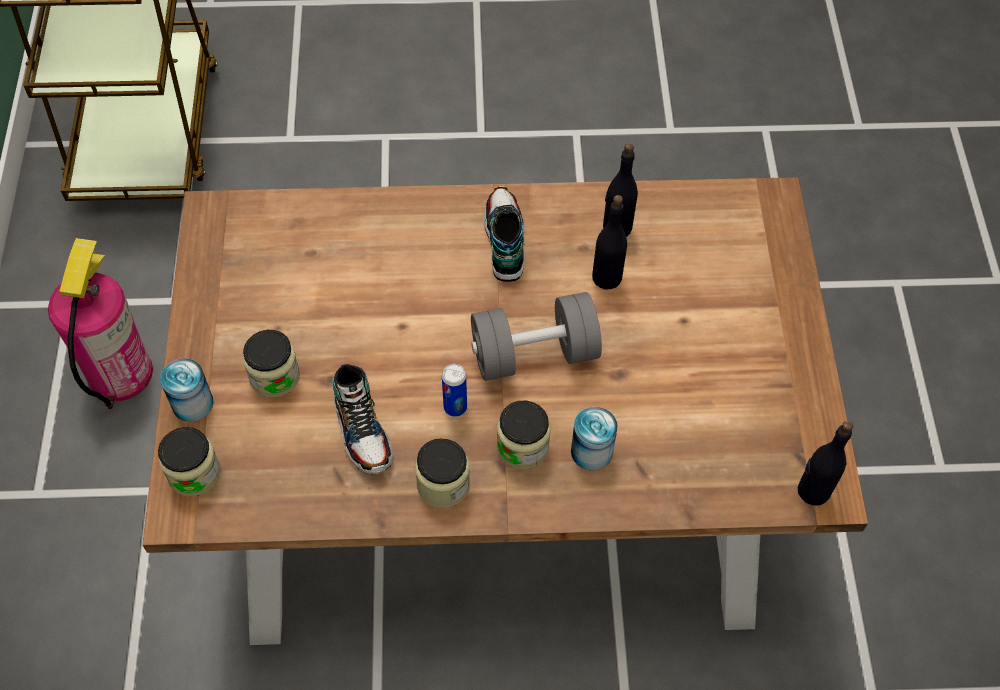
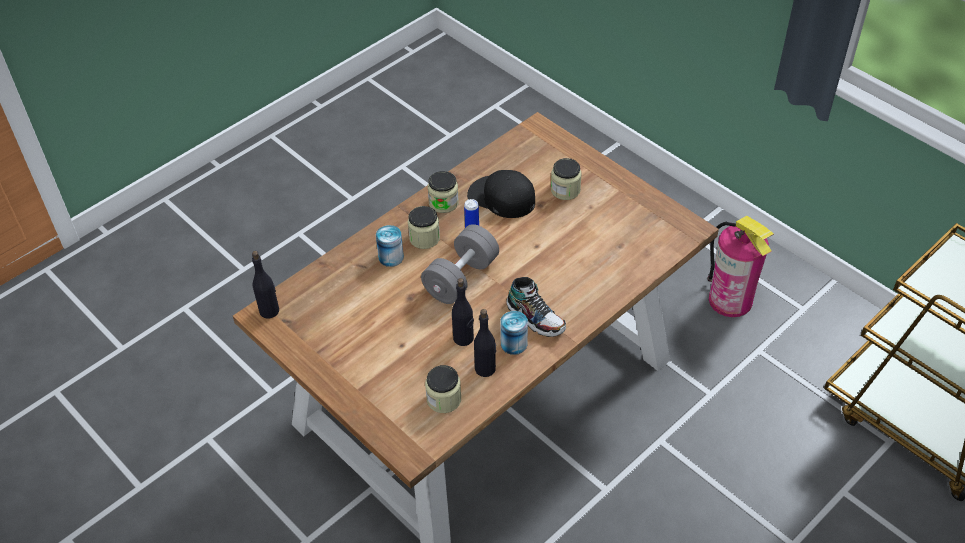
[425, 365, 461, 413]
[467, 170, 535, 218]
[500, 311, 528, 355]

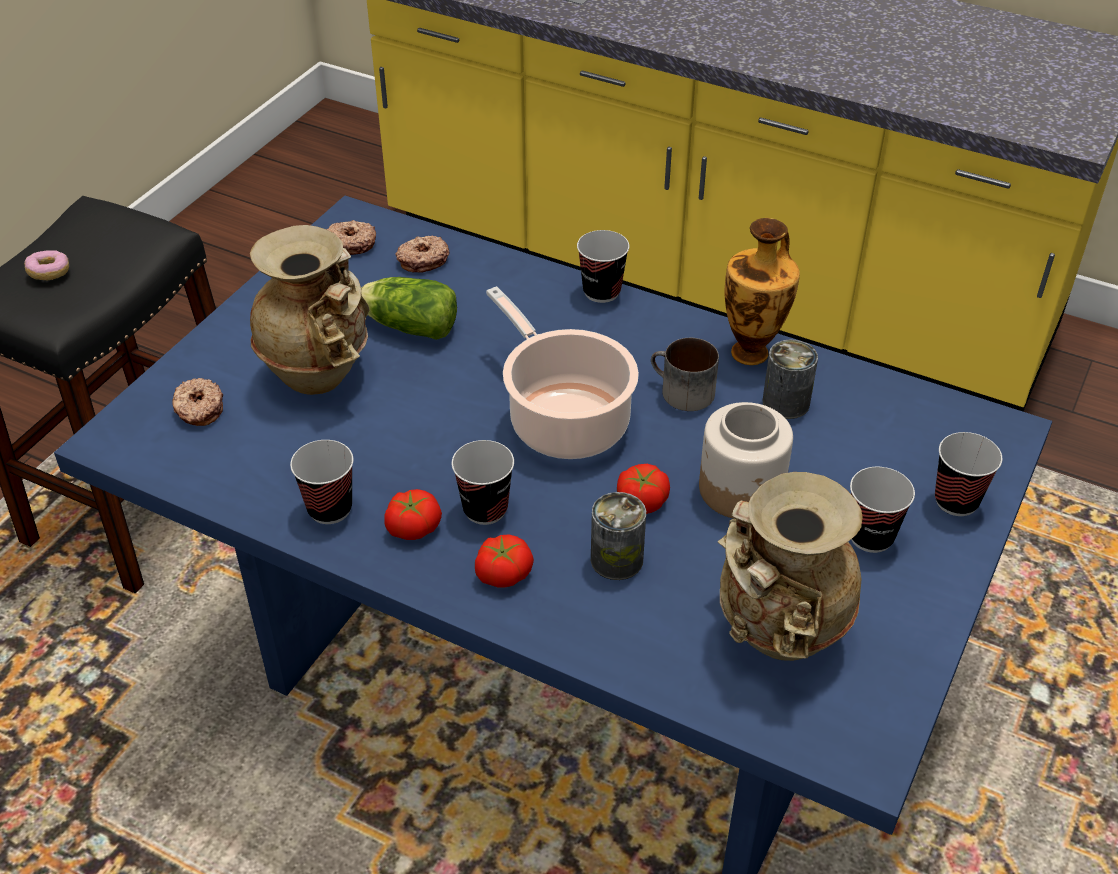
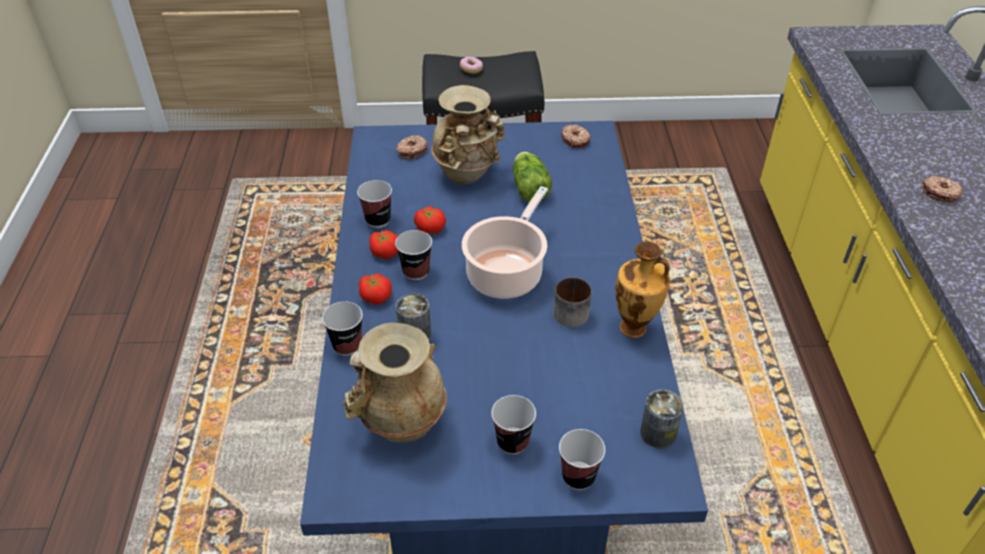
[322, 302, 363, 356]
[414, 206, 446, 234]
[640, 389, 684, 449]
[922, 176, 963, 202]
[699, 402, 793, 519] (first image)

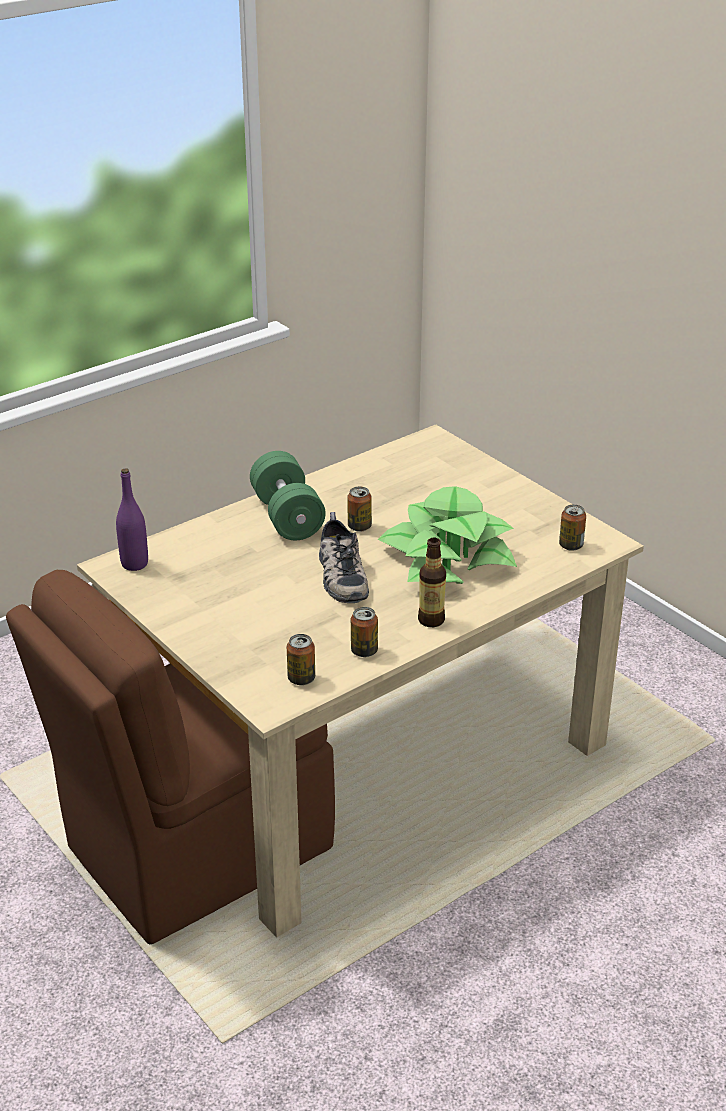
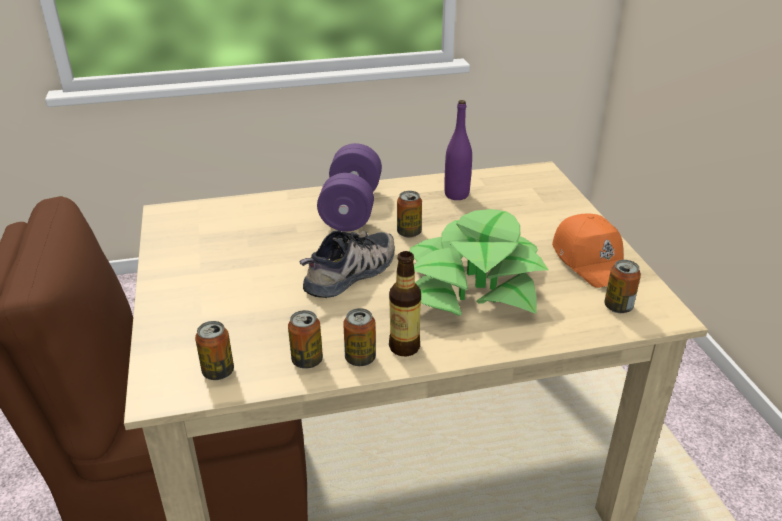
[300, 230, 395, 298]
[317, 143, 382, 231]
[343, 308, 376, 366]
[444, 100, 472, 200]
[552, 214, 624, 288]

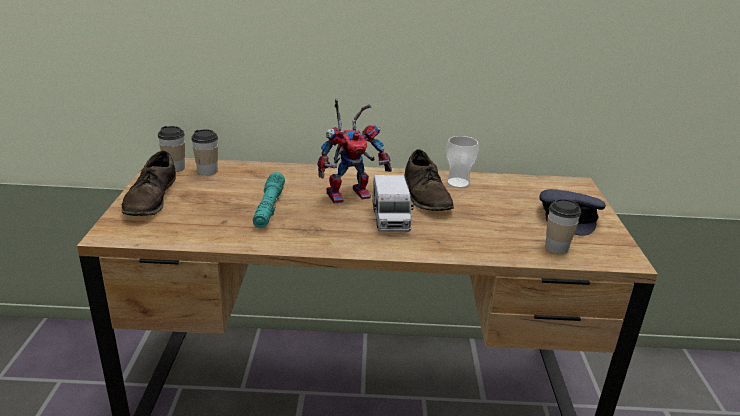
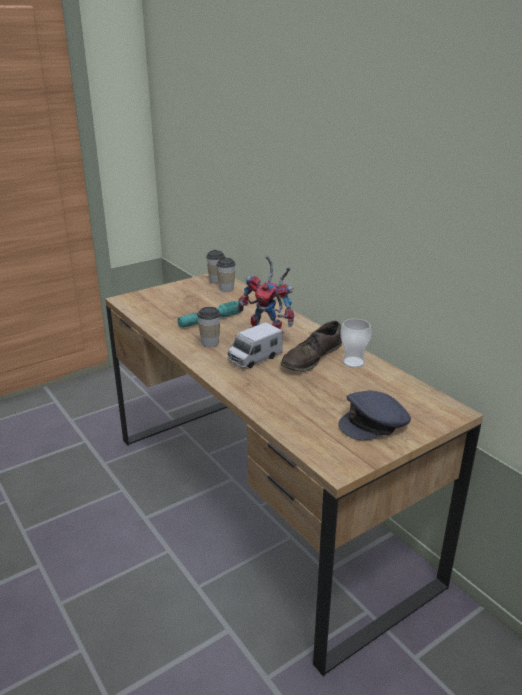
[198, 307, 221, 347]
[121, 151, 176, 216] (first image)

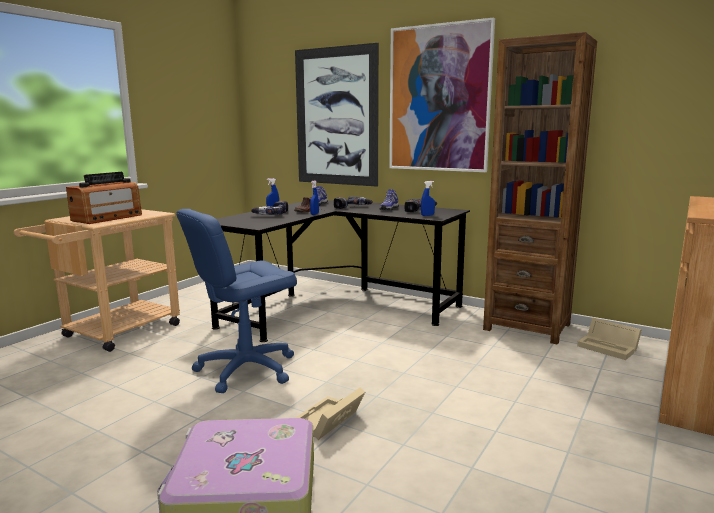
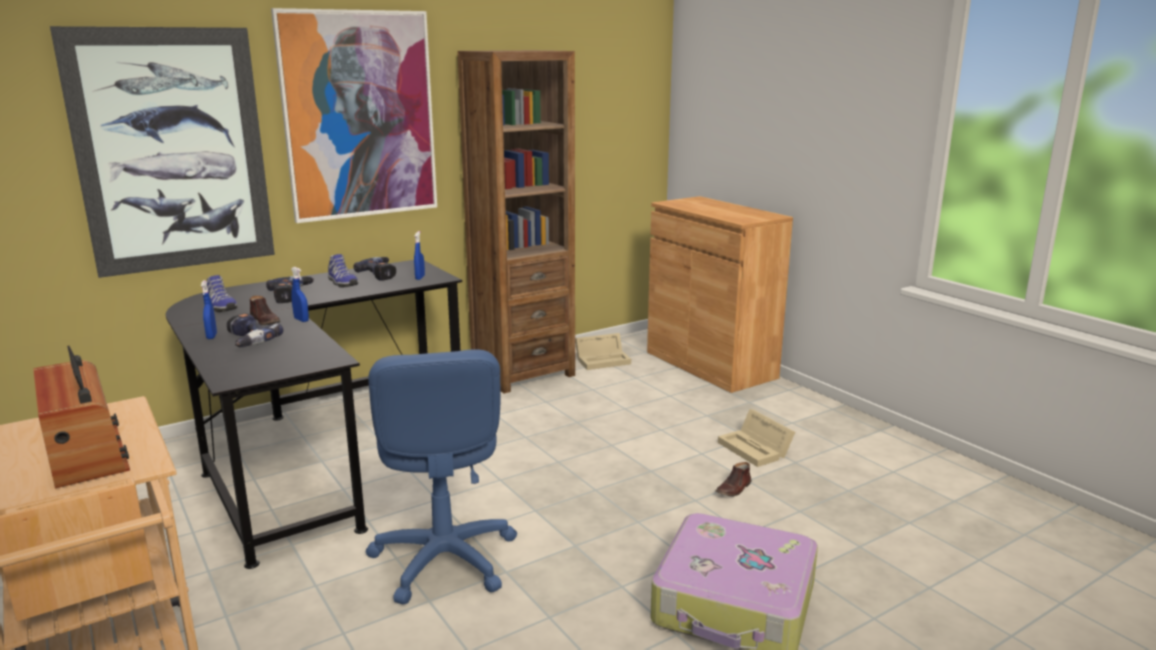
[716, 462, 752, 496]
[718, 409, 795, 467]

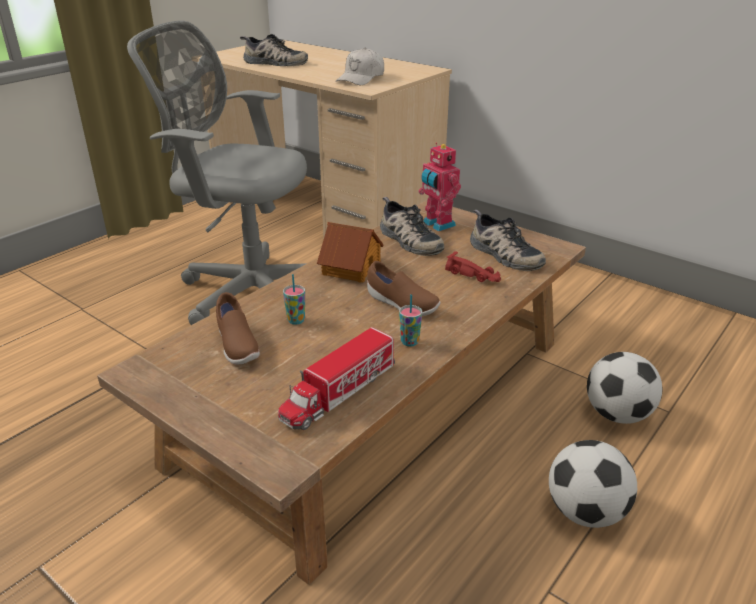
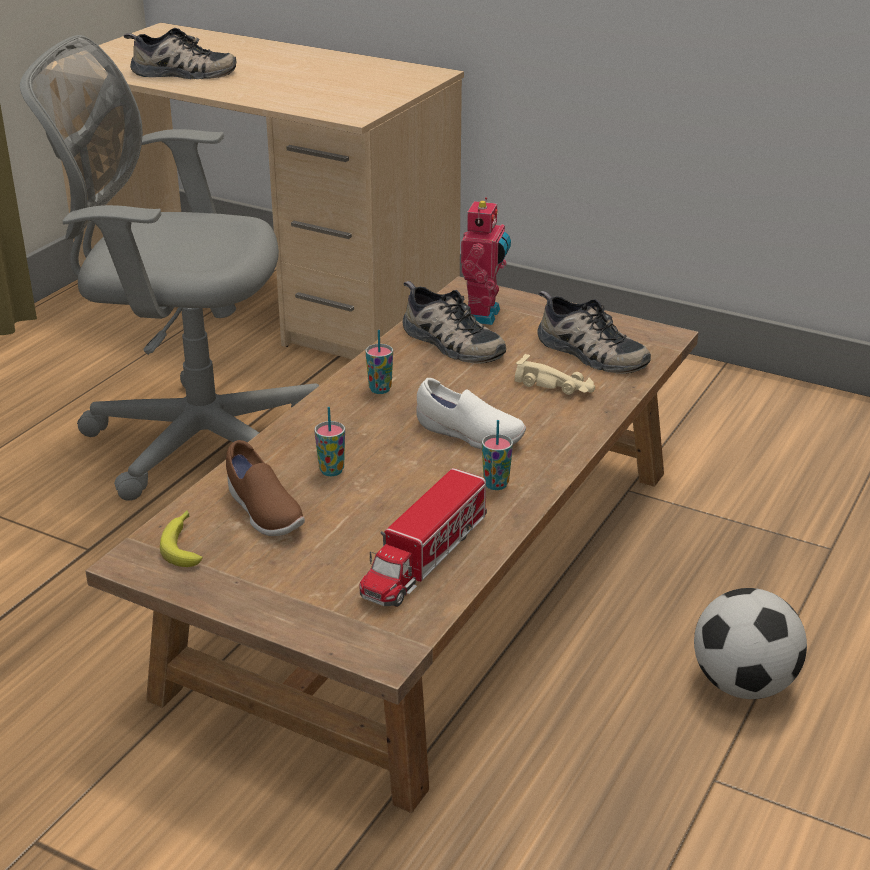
[160, 511, 203, 567]
[365, 330, 393, 394]
[416, 378, 526, 449]
[461, 197, 511, 325]
[515, 354, 595, 395]
[336, 48, 384, 86] (first image)
[587, 352, 662, 424] (first image)

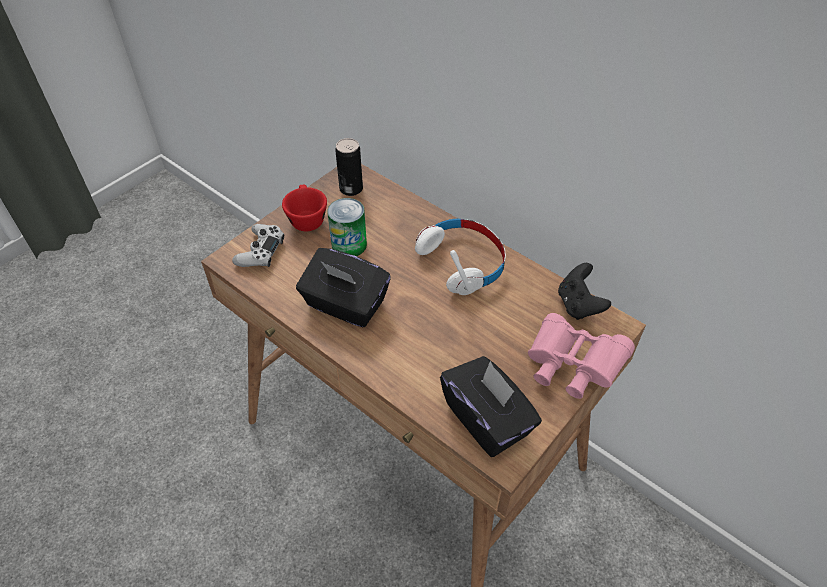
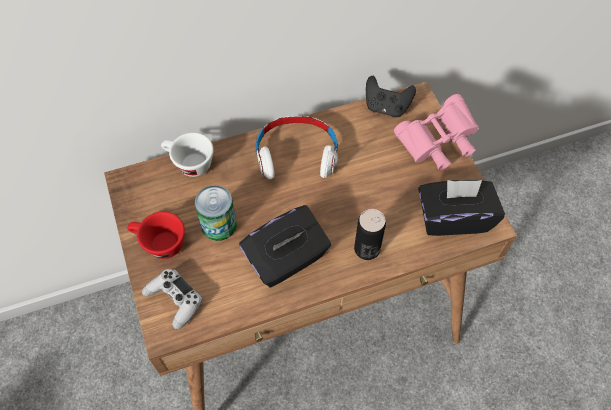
[161, 133, 214, 177]
[354, 209, 386, 260]

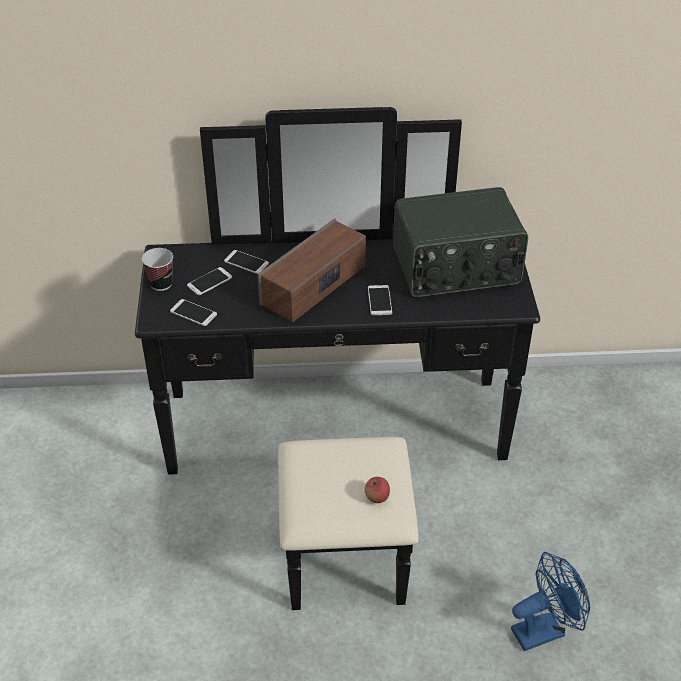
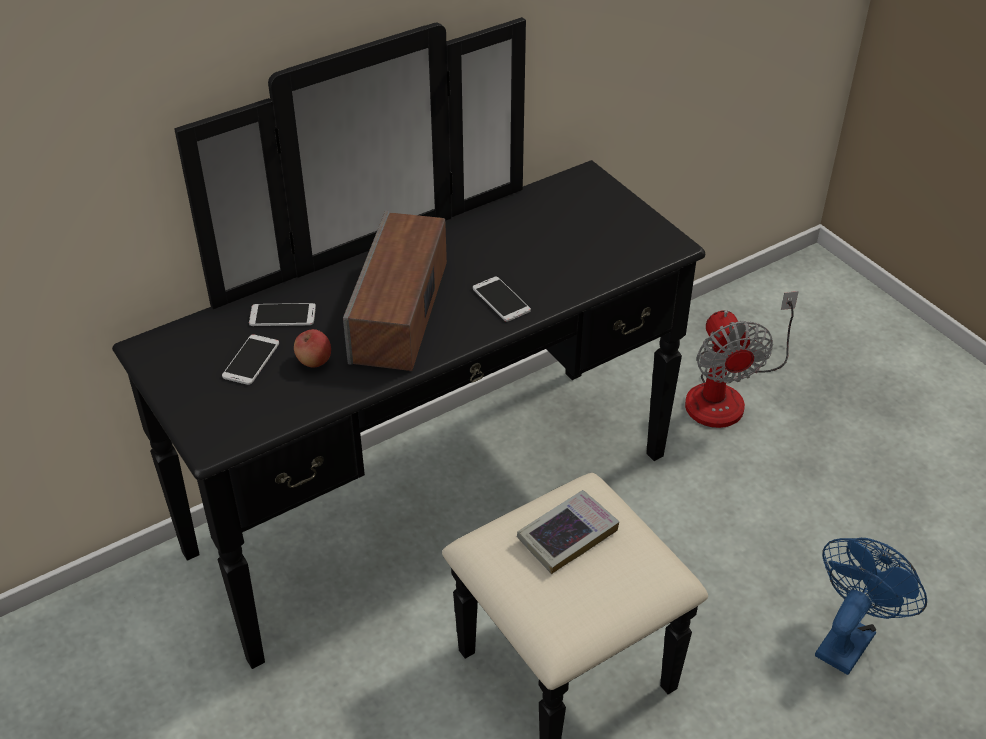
[294, 329, 331, 367]
[517, 490, 619, 574]
[685, 291, 799, 428]
[142, 248, 173, 291] (first image)
[170, 299, 217, 326] (first image)
[393, 187, 528, 297] (first image)

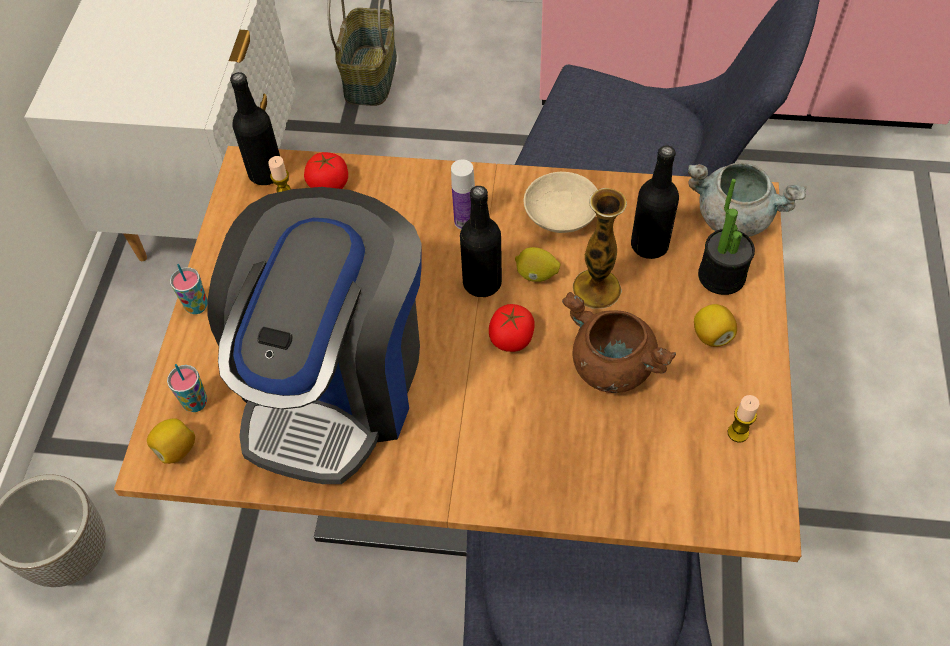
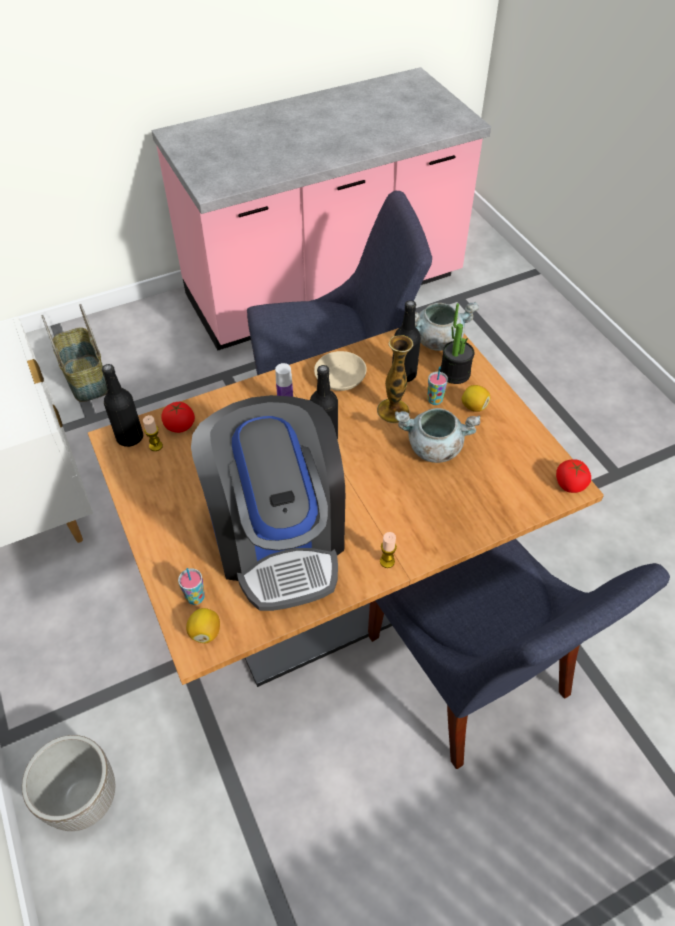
[380, 532, 397, 568]
[395, 408, 481, 463]
[427, 367, 448, 405]
[556, 459, 591, 493]
[515, 247, 560, 282] (first image)

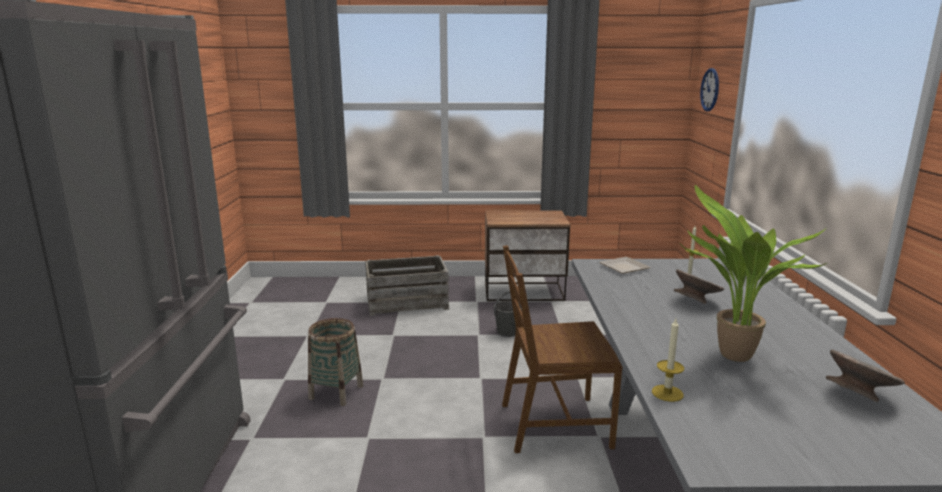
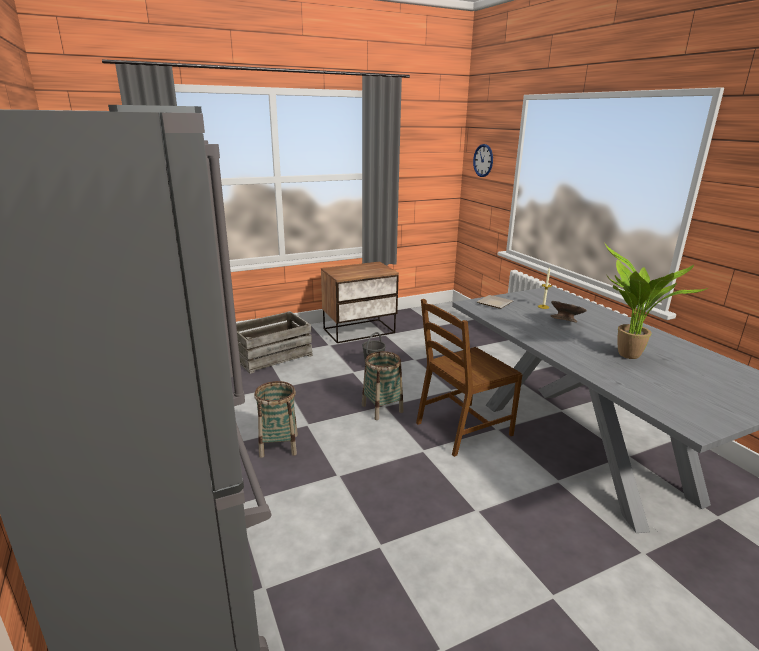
[362, 351, 403, 420]
[652, 319, 684, 402] (first image)
[826, 349, 905, 402] (first image)

